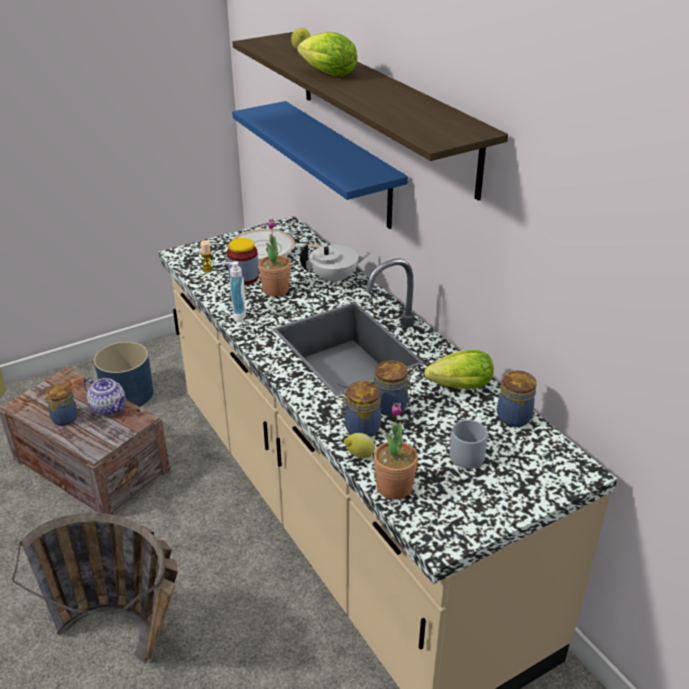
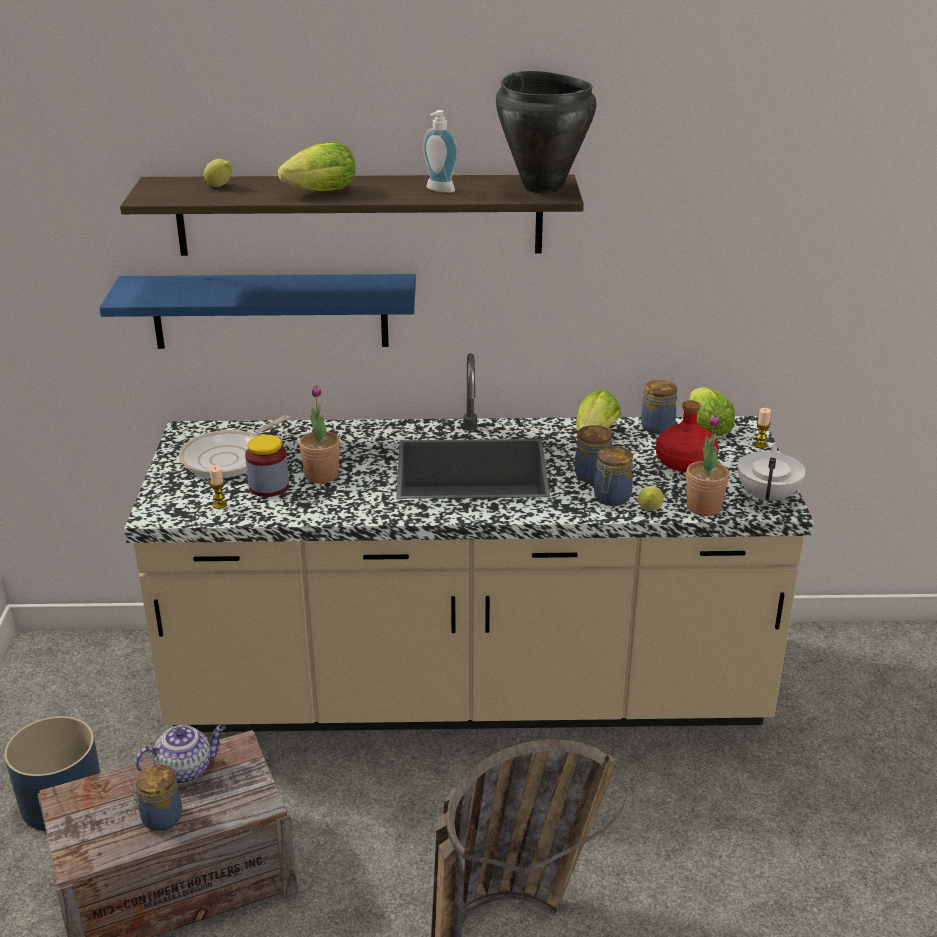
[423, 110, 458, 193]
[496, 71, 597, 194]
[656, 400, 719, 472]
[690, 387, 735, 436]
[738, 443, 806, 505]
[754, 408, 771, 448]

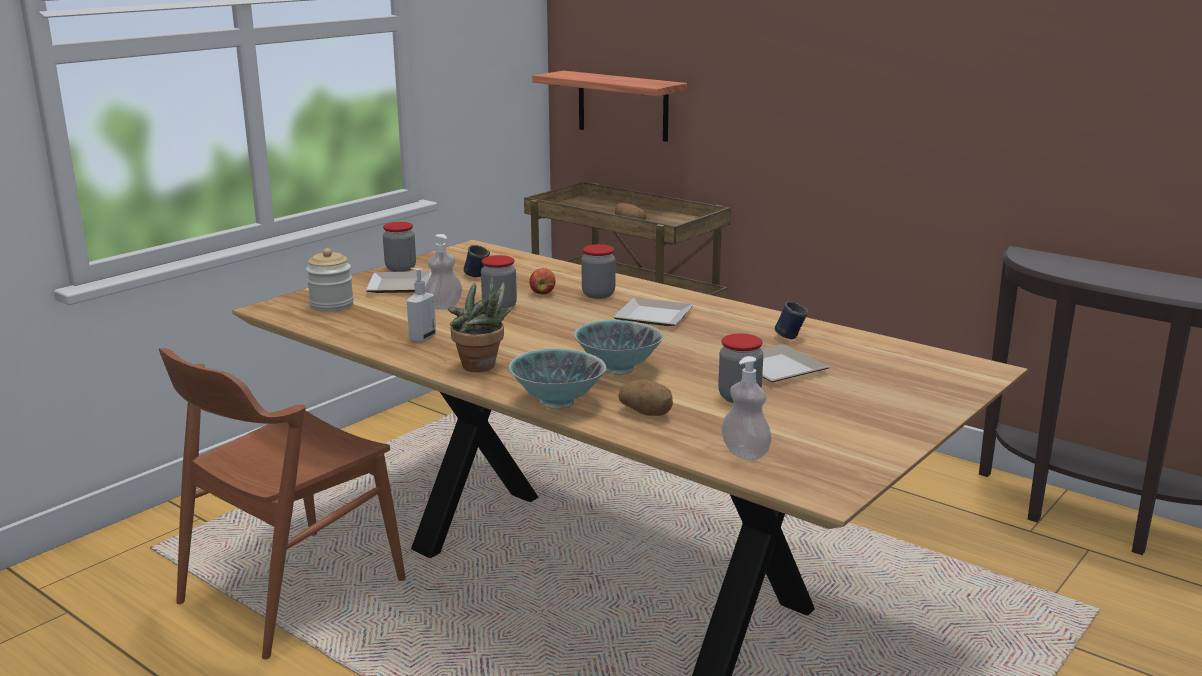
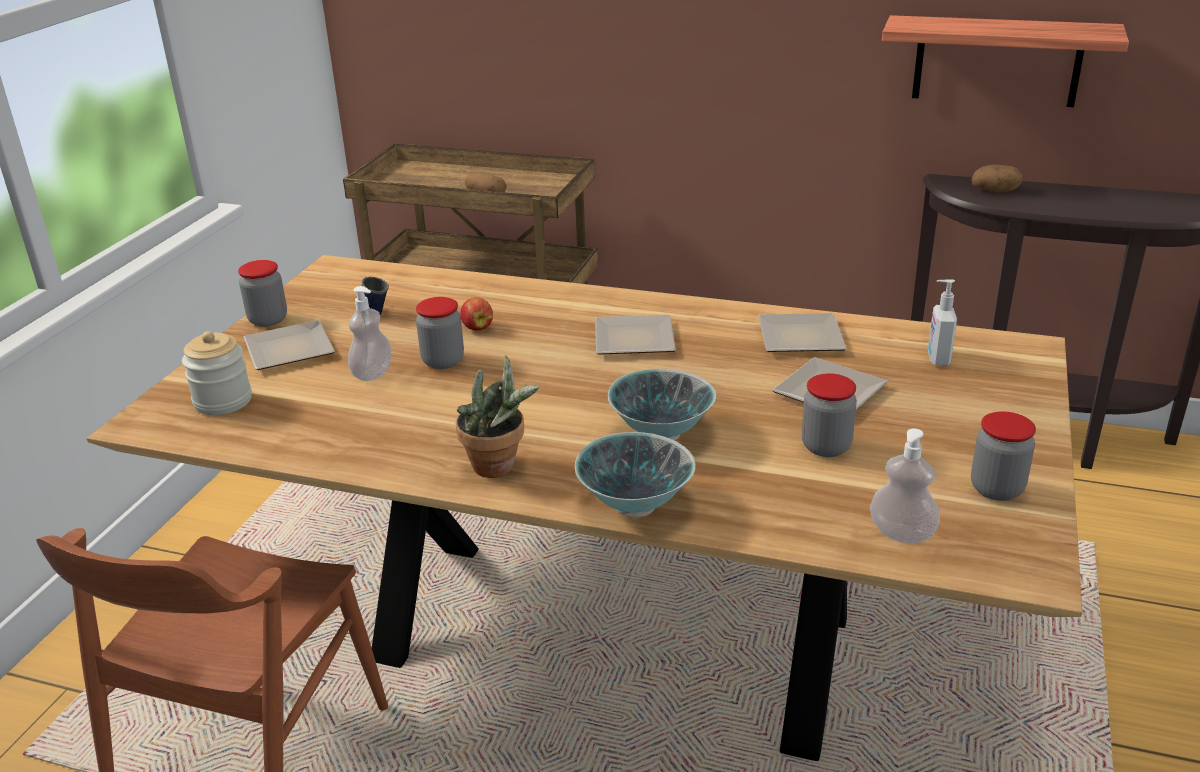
[758, 313, 847, 352]
[882, 15, 1129, 107]
[928, 279, 957, 366]
[971, 165, 1022, 193]
[971, 411, 1036, 501]

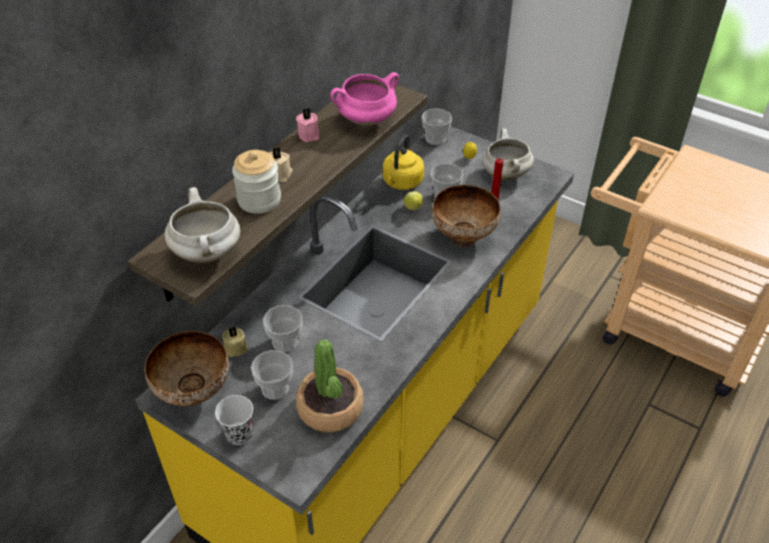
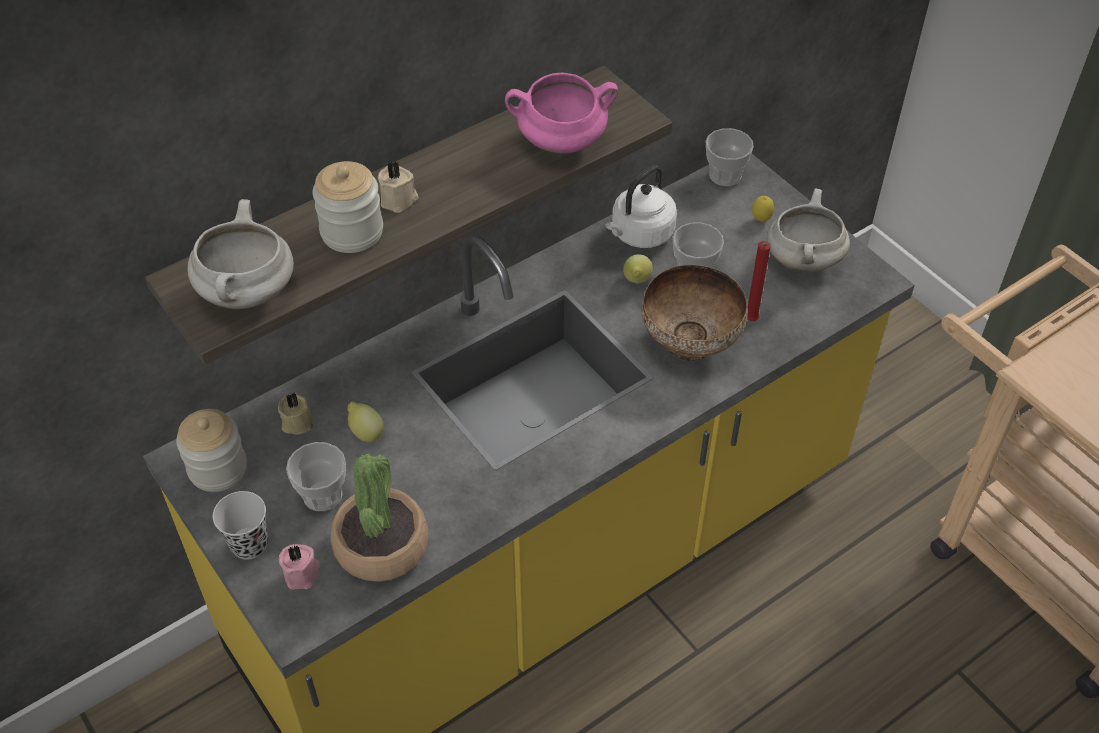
[176, 409, 247, 492]
[279, 544, 320, 590]
[347, 401, 384, 442]
[606, 165, 677, 248]

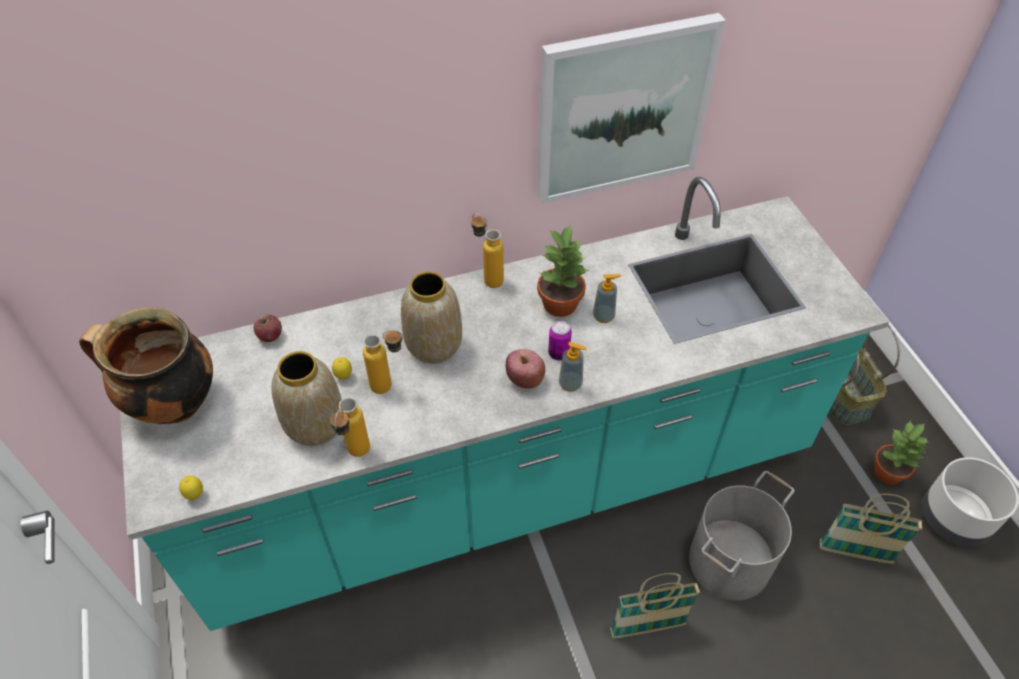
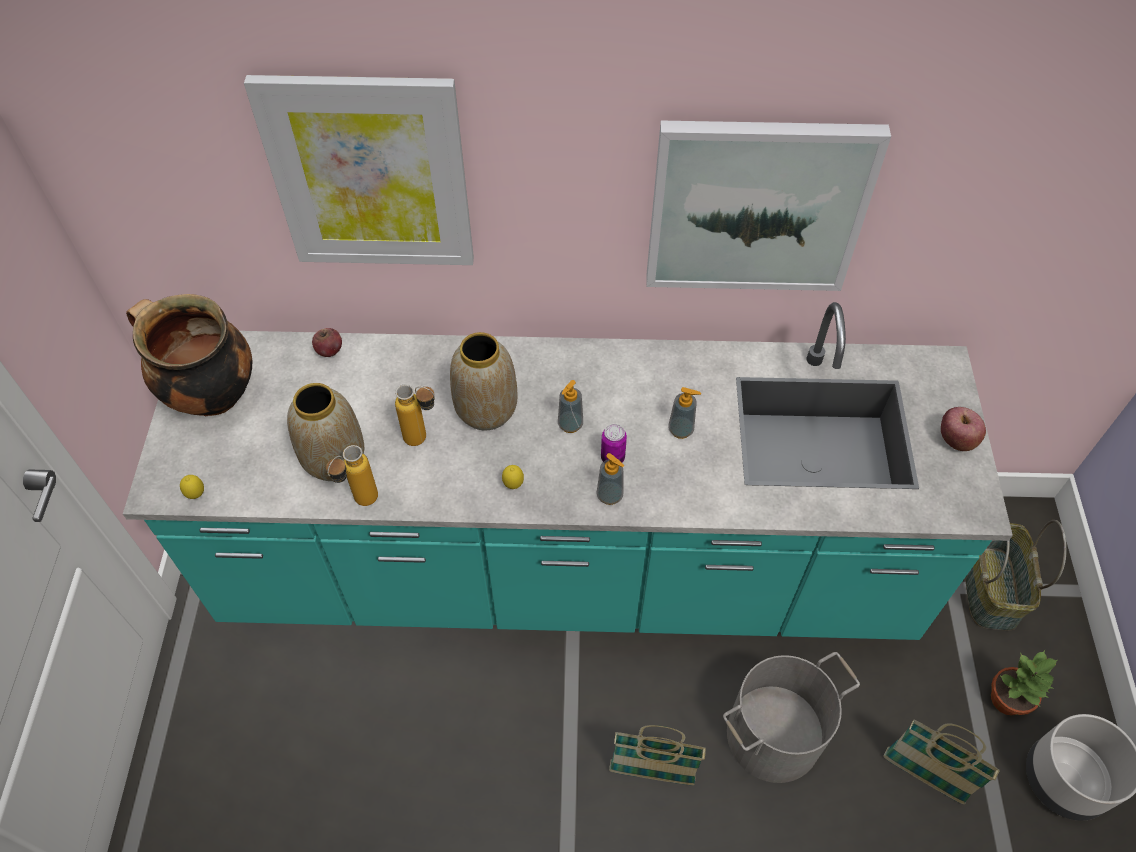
[244, 75, 474, 265]
[502, 465, 524, 489]
[558, 380, 583, 433]
[941, 407, 986, 451]
[471, 213, 504, 288] (first image)
[537, 225, 589, 317] (first image)

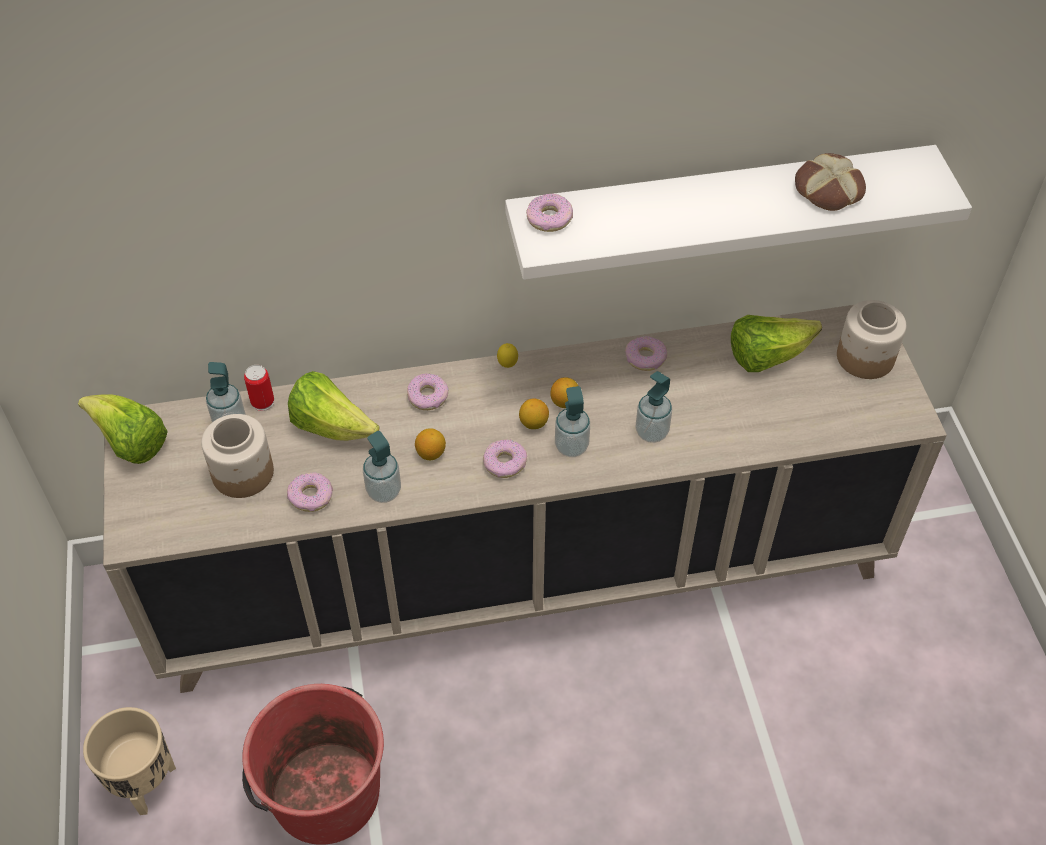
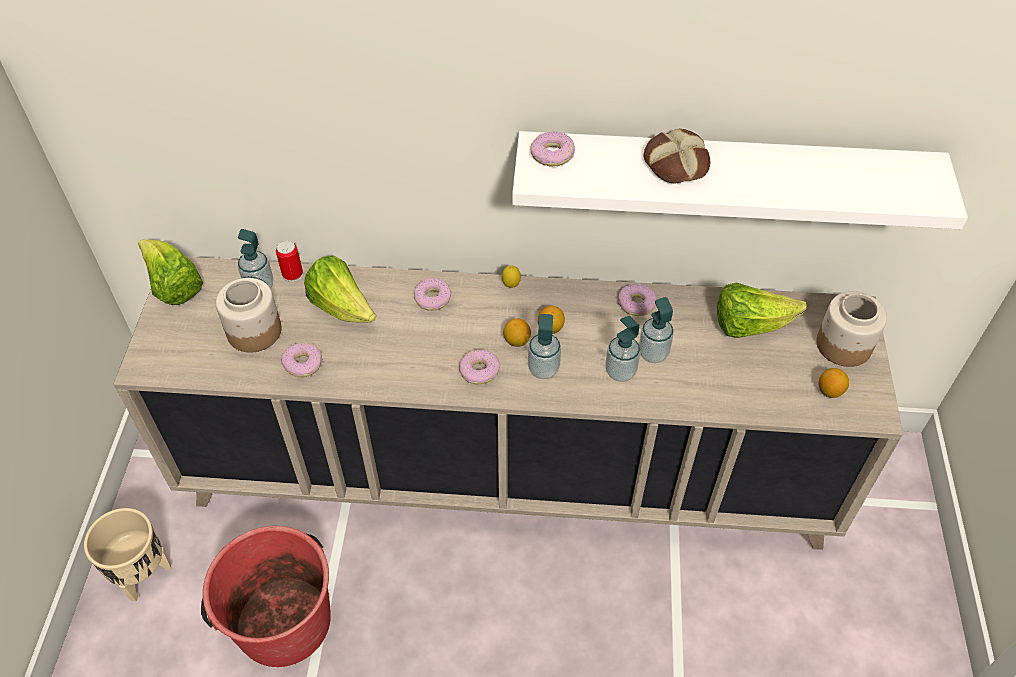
[639, 297, 674, 363]
[644, 129, 710, 183]
[818, 368, 849, 398]

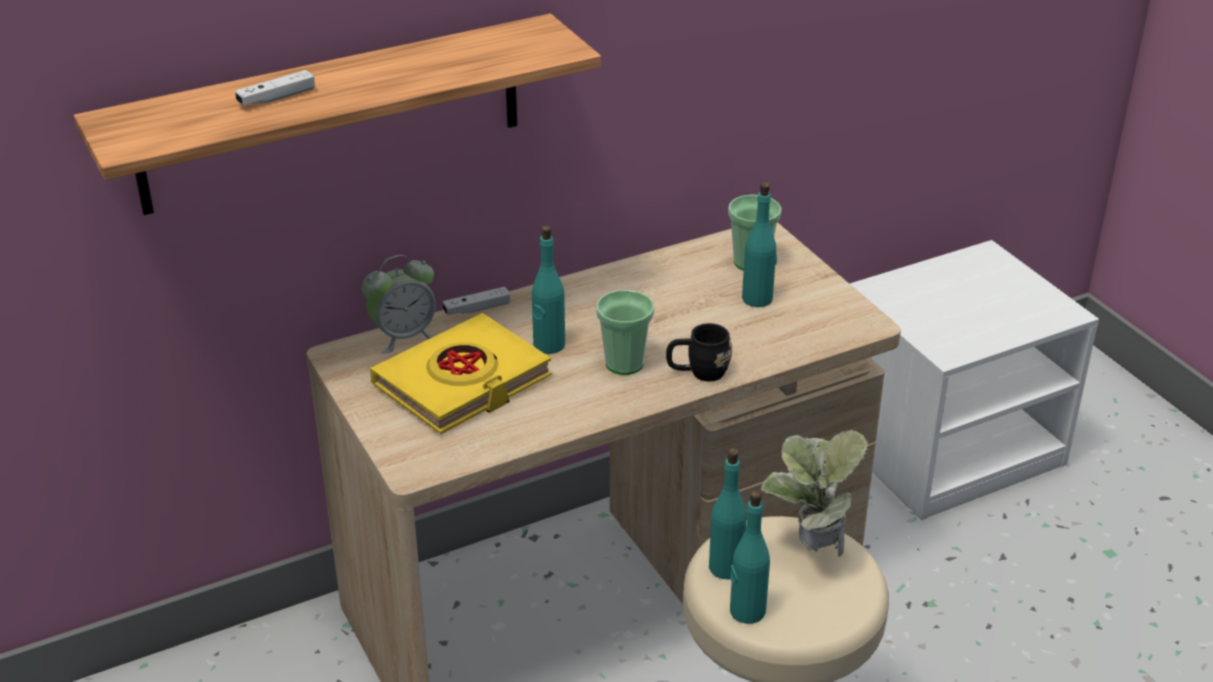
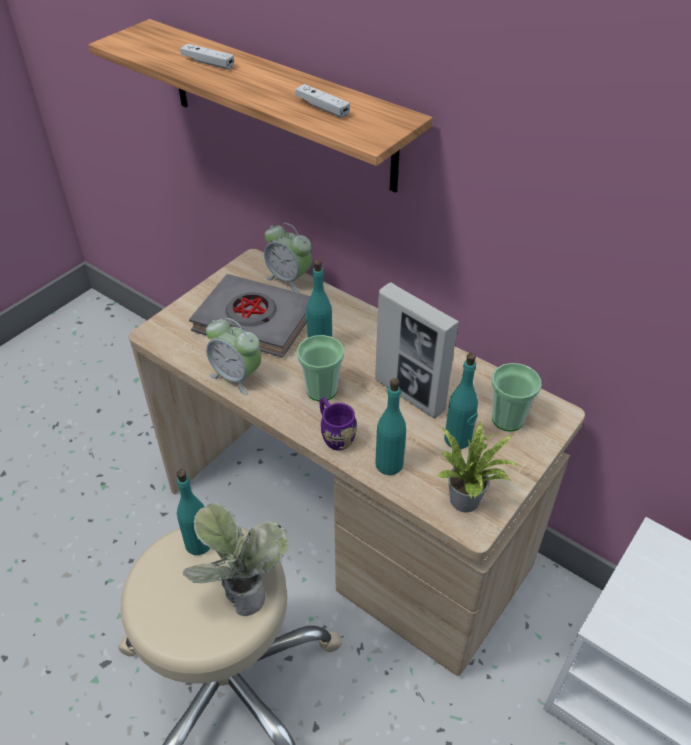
[189, 274, 311, 358]
[206, 318, 261, 395]
[295, 84, 350, 118]
[320, 398, 357, 451]
[375, 282, 459, 418]
[375, 378, 406, 475]
[437, 421, 519, 512]

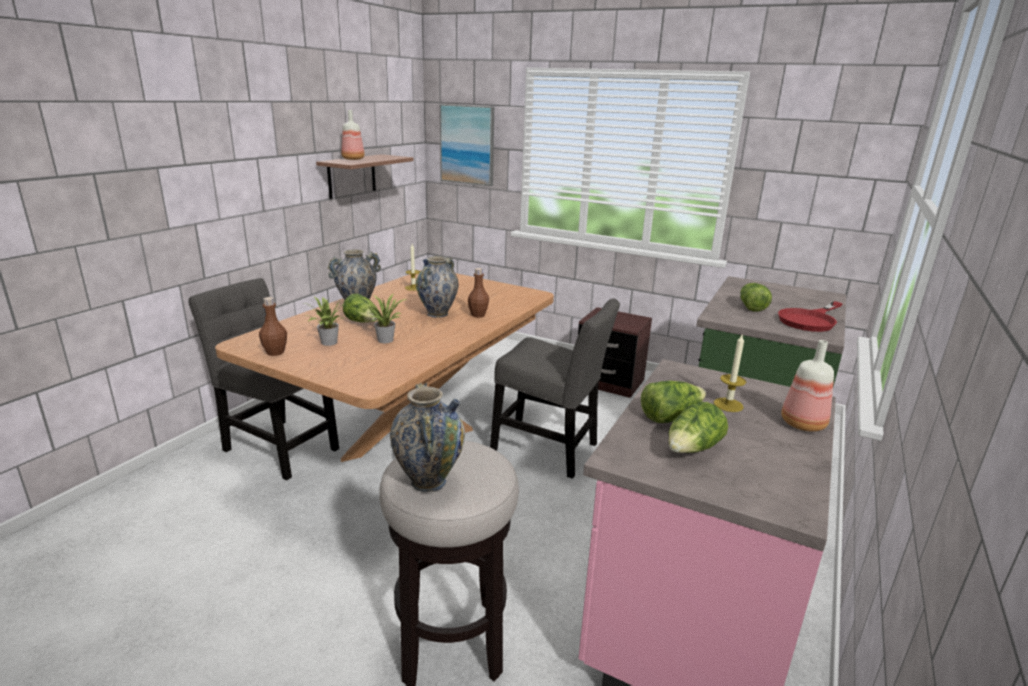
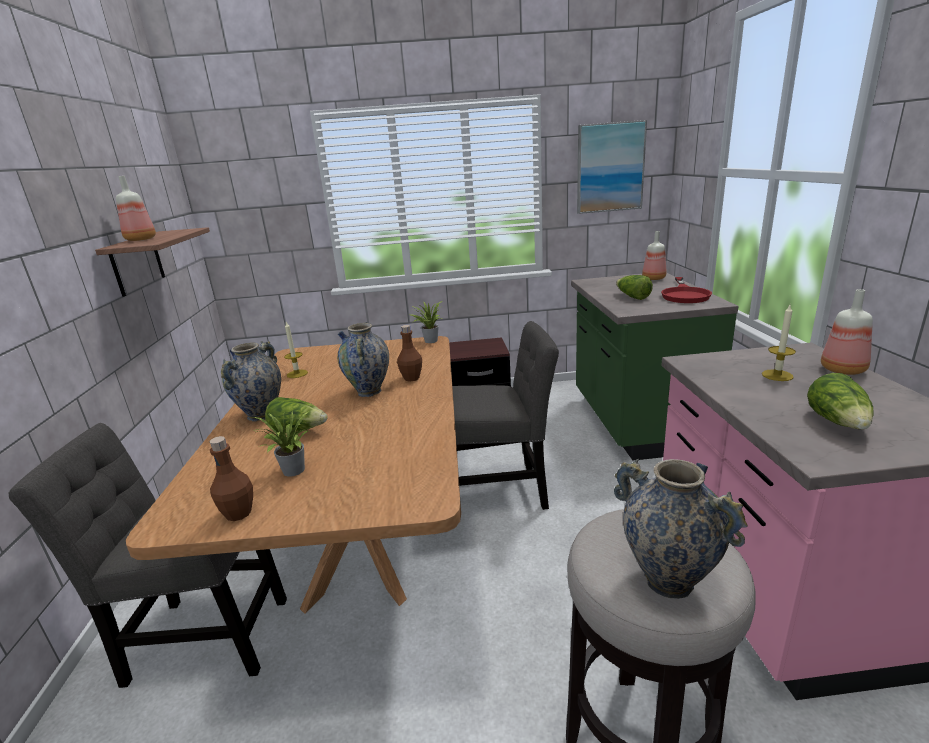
[411, 301, 442, 343]
[577, 120, 647, 214]
[642, 231, 666, 280]
[641, 381, 706, 423] (first image)

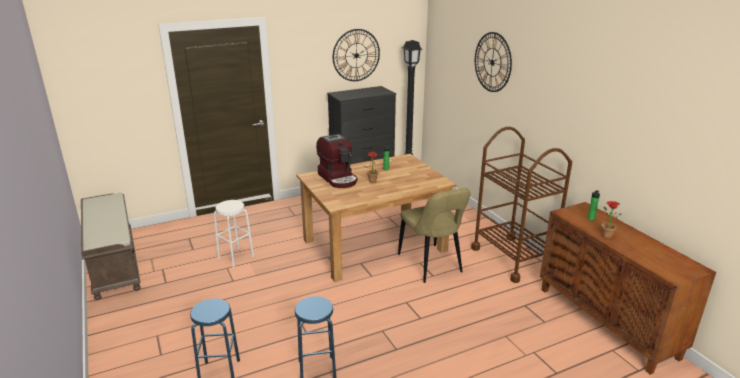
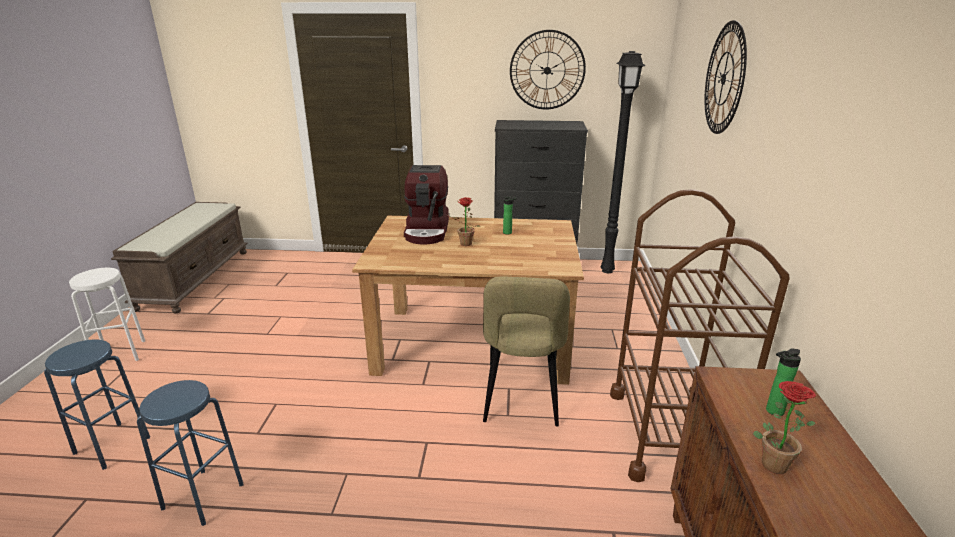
[69, 268, 145, 361]

